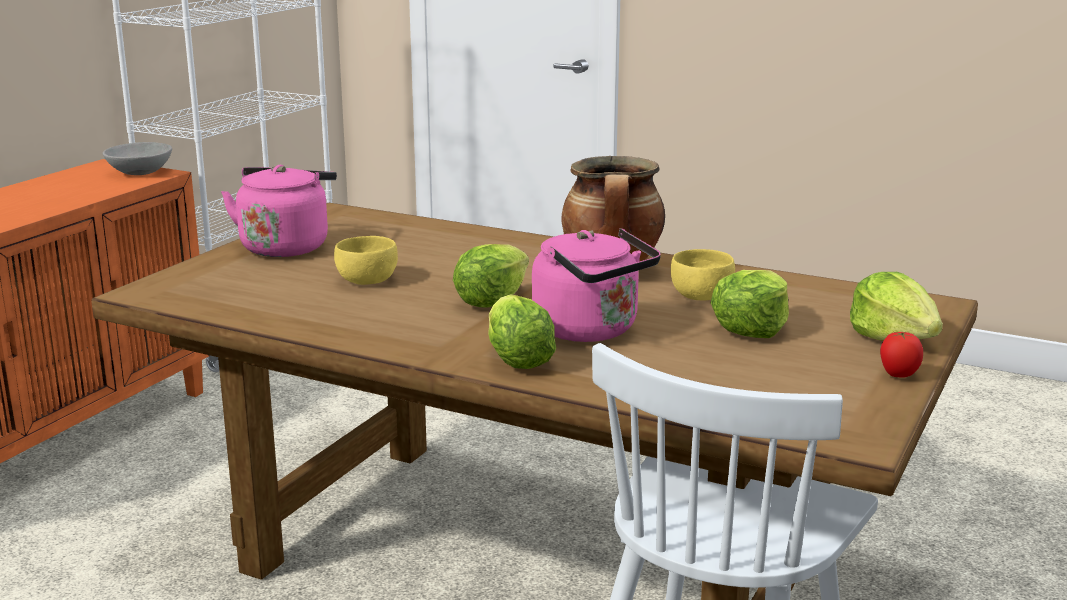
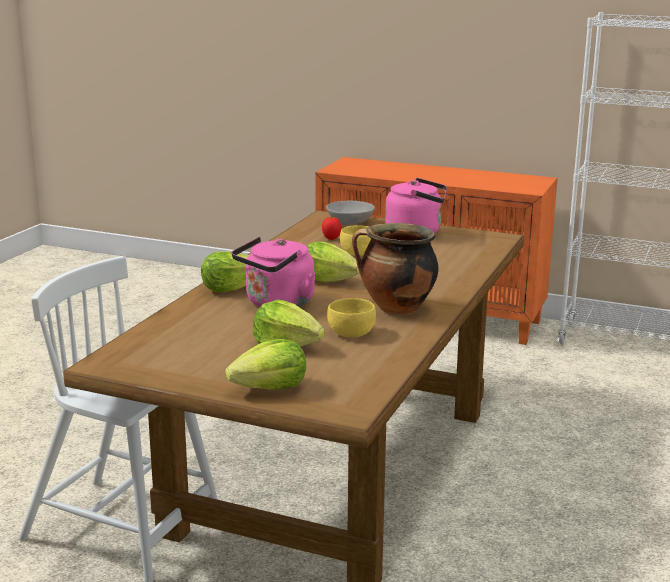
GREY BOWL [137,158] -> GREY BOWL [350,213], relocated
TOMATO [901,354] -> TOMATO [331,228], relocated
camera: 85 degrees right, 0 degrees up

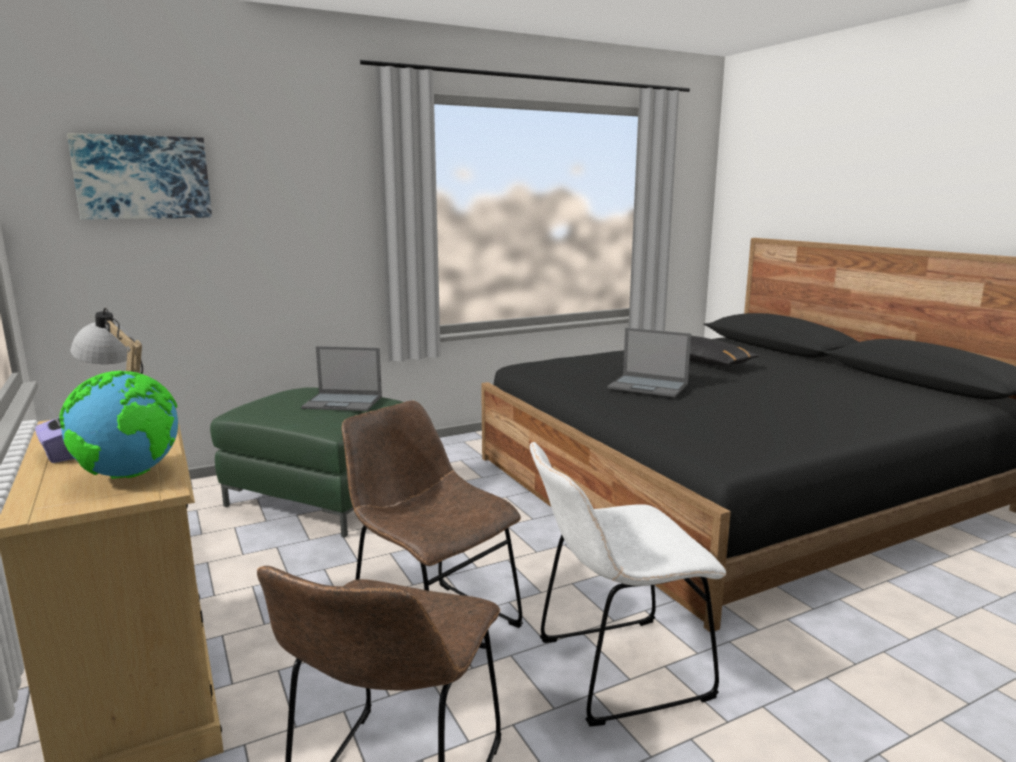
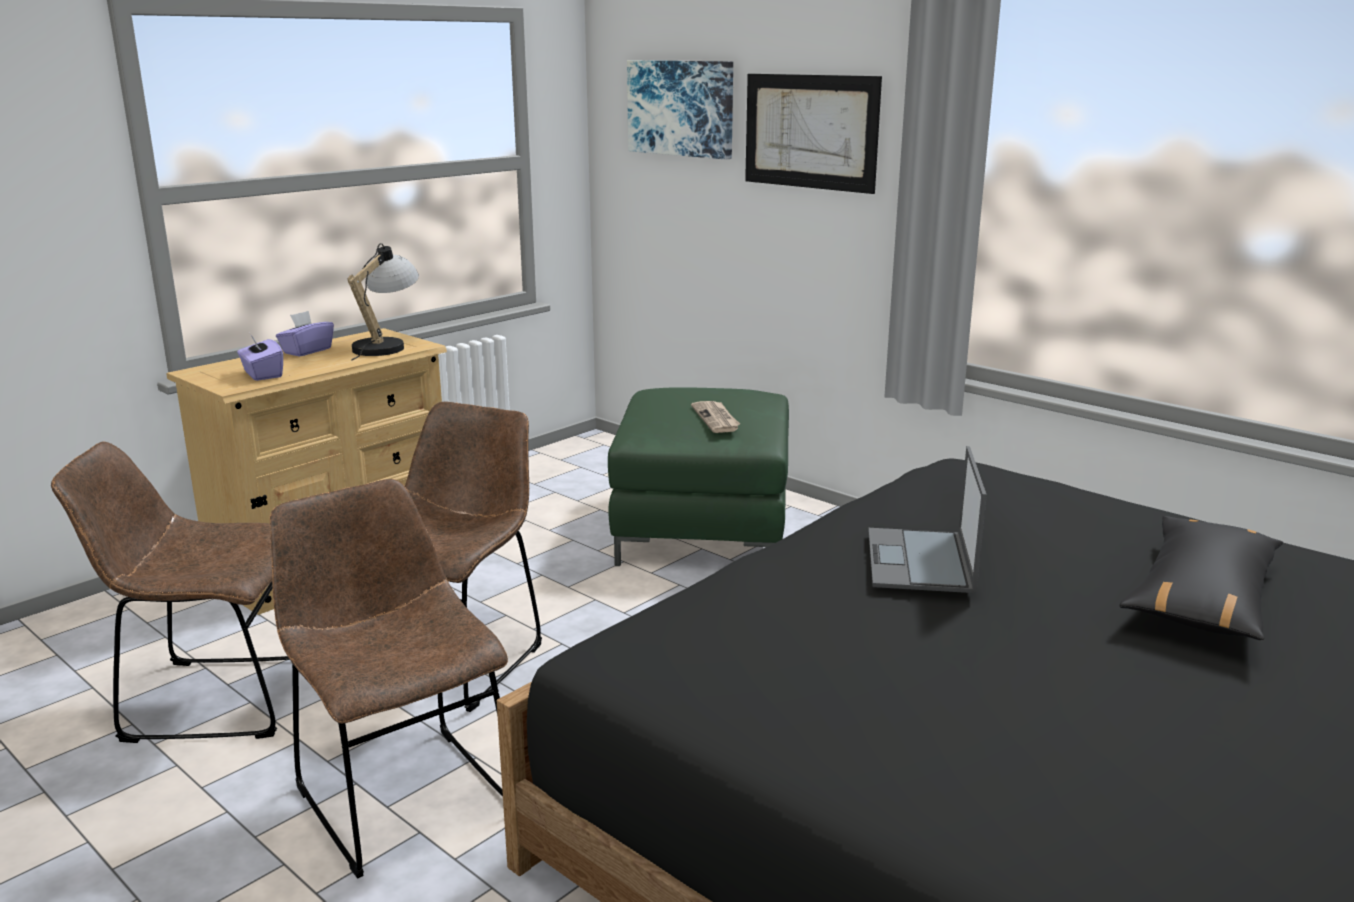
none -> PICTURE [813,134]
GLOBE [118,425] -> PURPLE TISSUE BOX [260,357]
LAPTOP [341,378] -> NEWSPAPER [715,417]
WHITE CHAIR [628,584] -> BROWN CHAIR [388,678]
camera: 70 degrees right, 5 degrees up

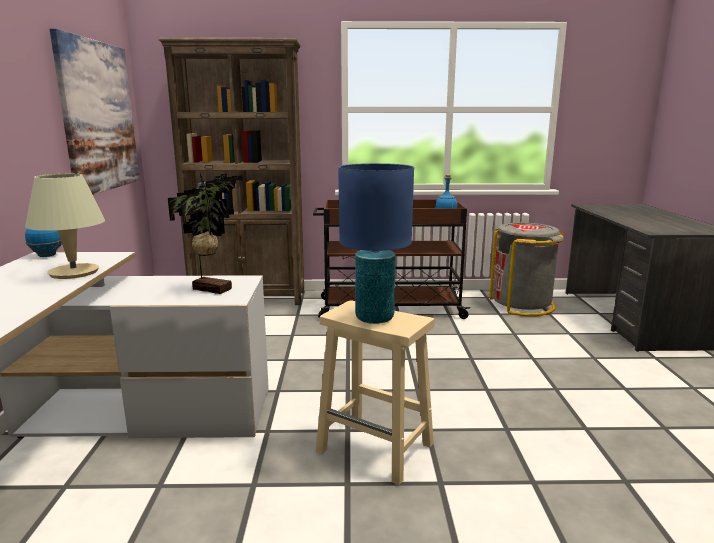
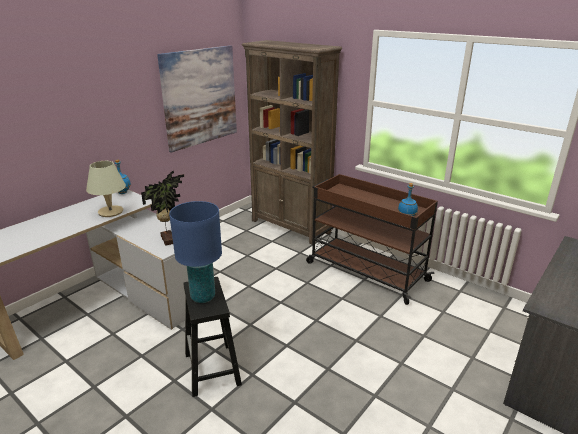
GREY TRASH CAN [527,269] -> none
BEIGE STOOL [375,392] -> BLACK STOOL [212,337]
camera: 40 degrees right, 10 degrees up

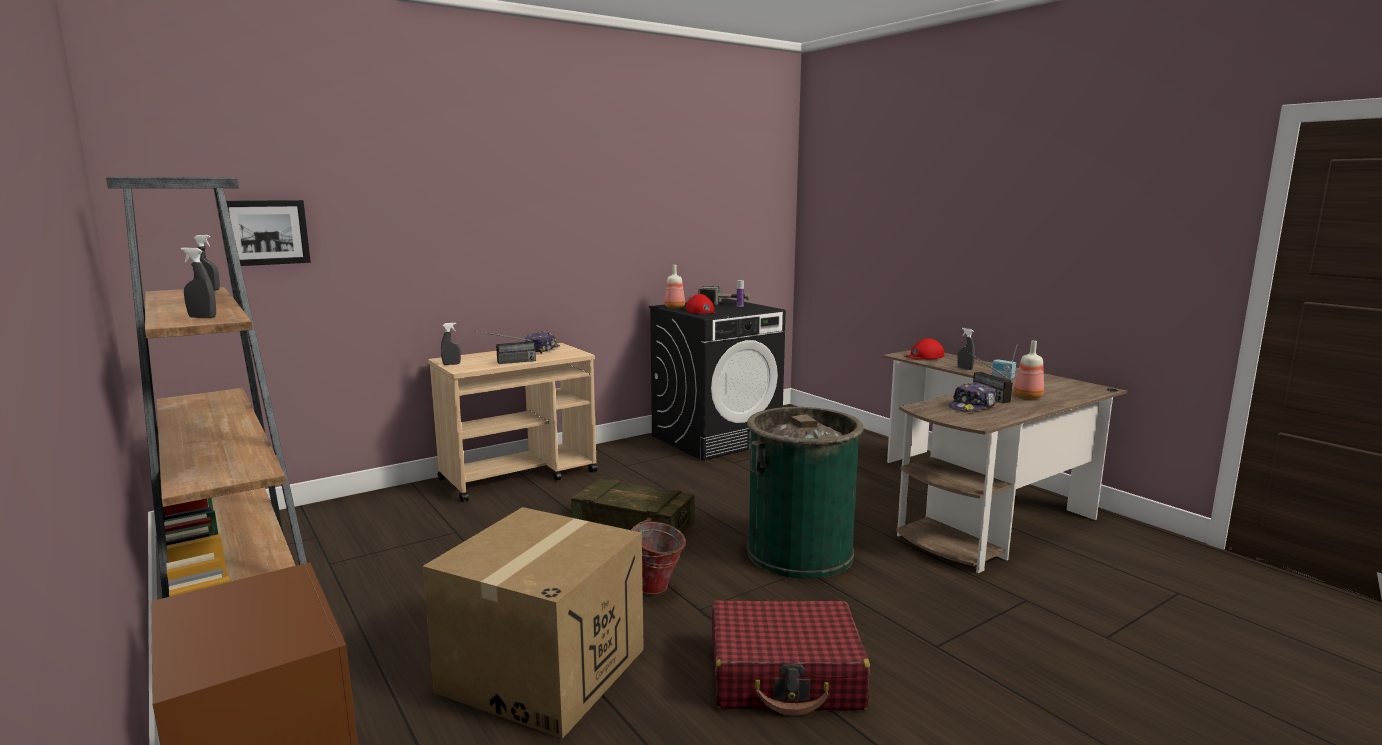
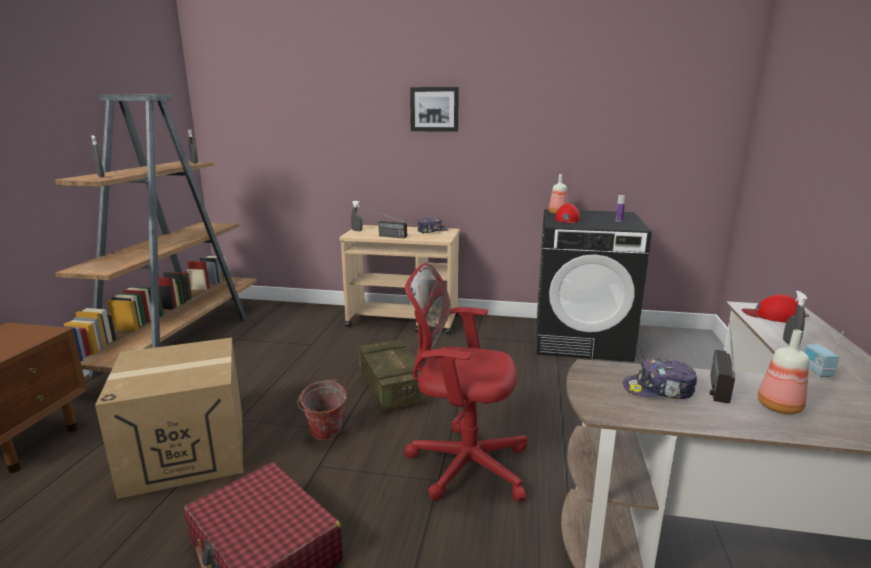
HAMMER [724,295] -> none
PICTURE [268,233] -> PICTURE [434,109], relocated
GREEN TRASH CAN [805,493] -> RED OFFICE CHAIR [465,382]
camera: 45 degrees right, 5 degrees up

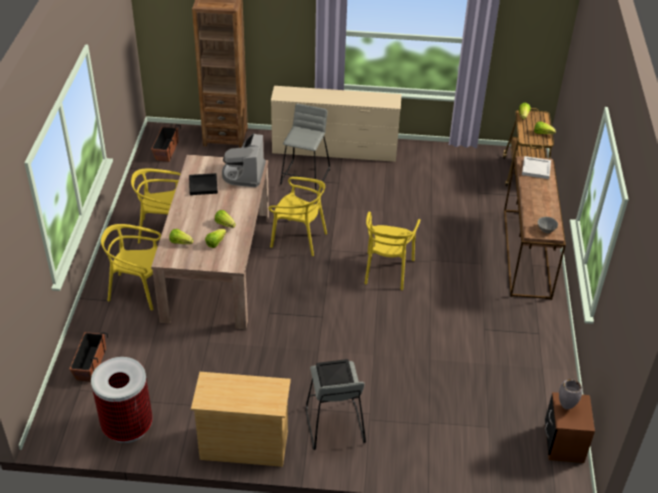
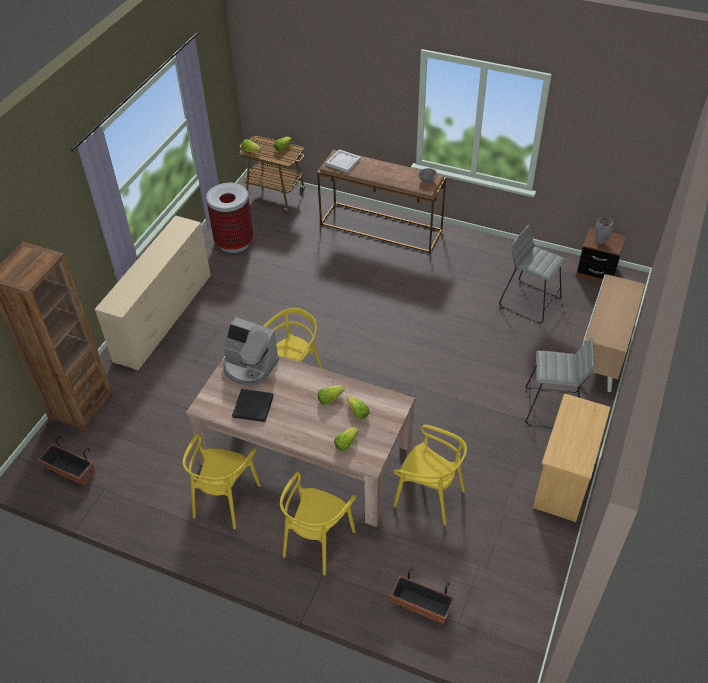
BLACK TRAY [335,373] -> none
none -> CABINET [613,333]
TRASH CAN [122,400] -> TRASH CAN [230,218], relocated
GREY STOOL [305,147] -> GREY STOOL [532,274], relocated
YELLOW CHAIR [392,251] -> YELLOW CHAIR [430,475], relocated
camera: 70 degrees left, 5 degrees up

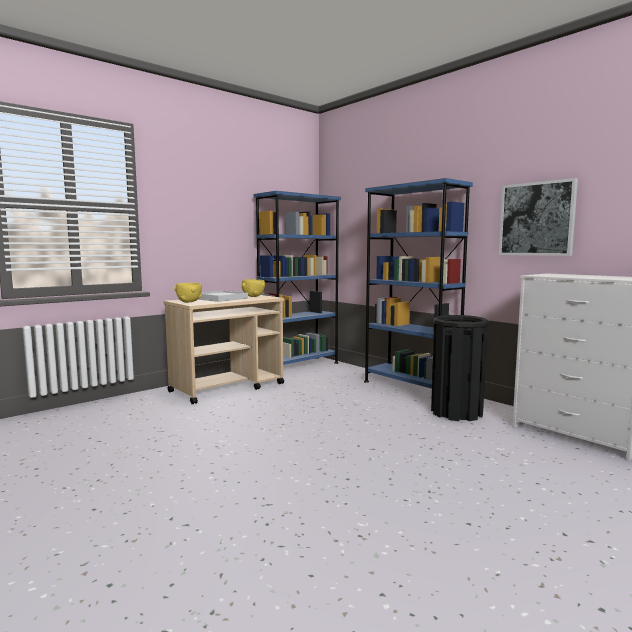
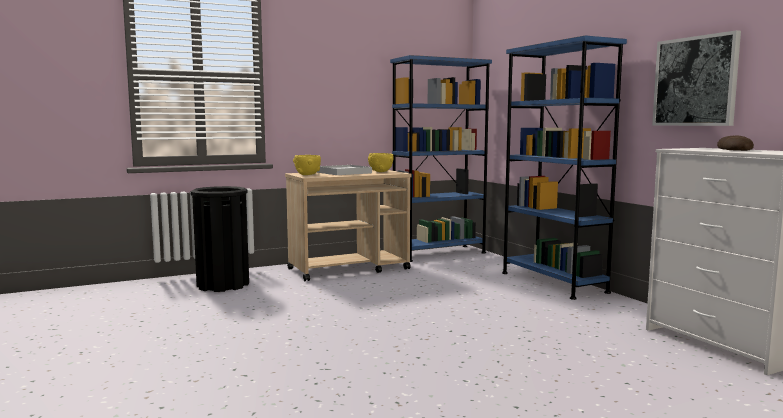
none -> BREAD [735,143]
BLACK TRASH CAN [460,368] -> BLACK TRASH CAN [219,239], relocated
camera: 15 degrees right, 0 degrees up

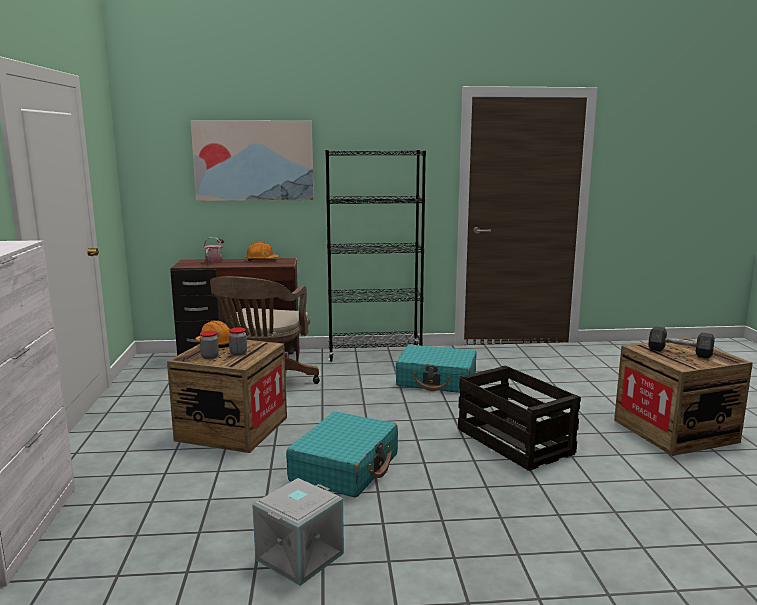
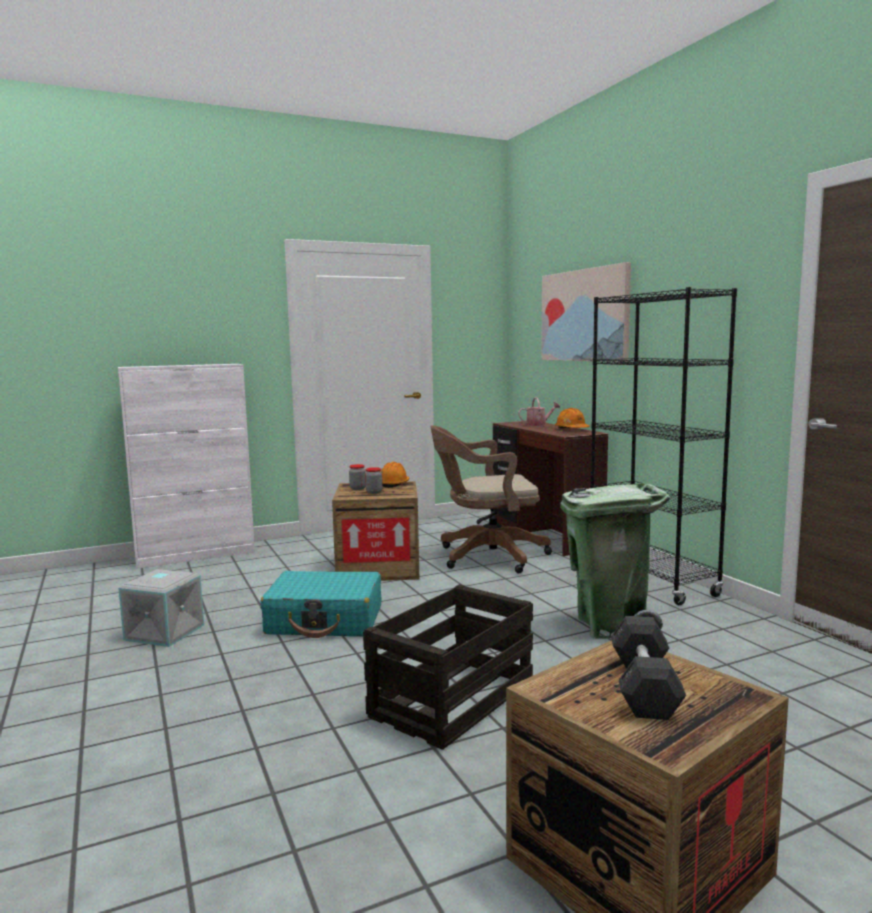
TURQUOISE SUITCASE [436,368] -> GREEN TRASH CAN [615,561]
camera: 70 degrees right, 5 degrees down

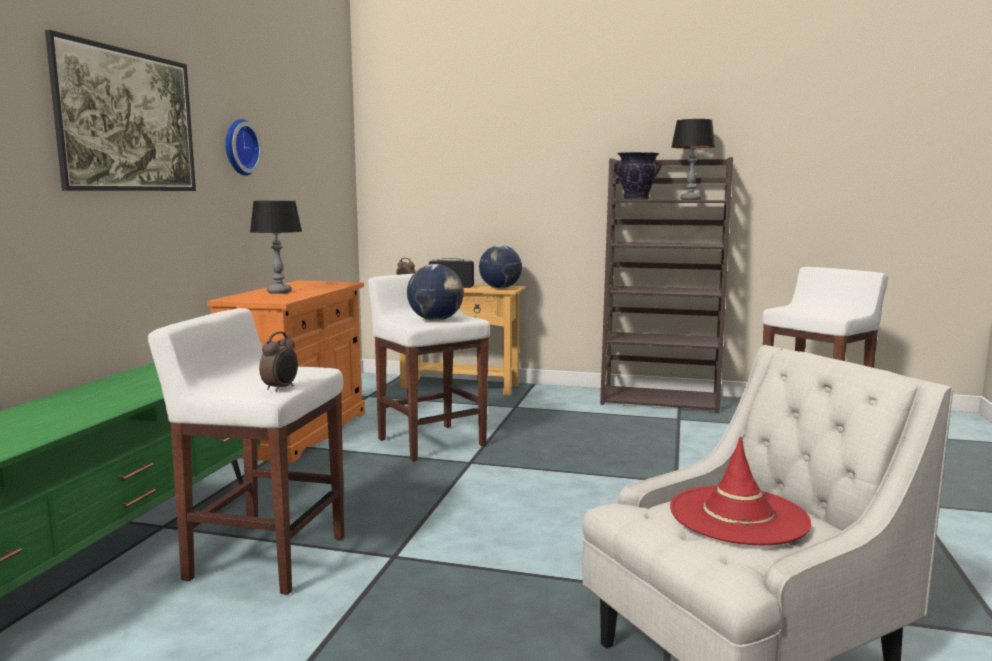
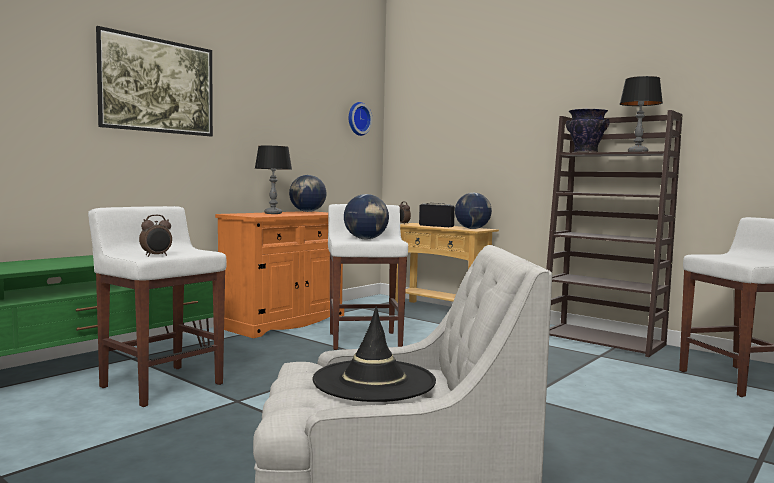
none -> GLOBE [308,193]
WALL CLOCK [243,147] -> WALL CLOCK [360,119], relocated
RED HAT [740,490] -> BLACK HAT [374,354]
camera: 25 degrees right, 5 degrees down

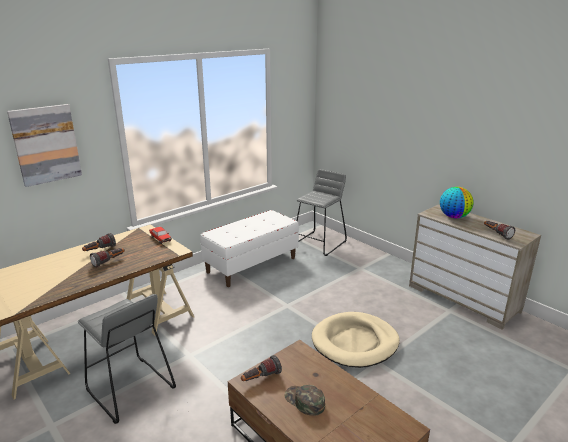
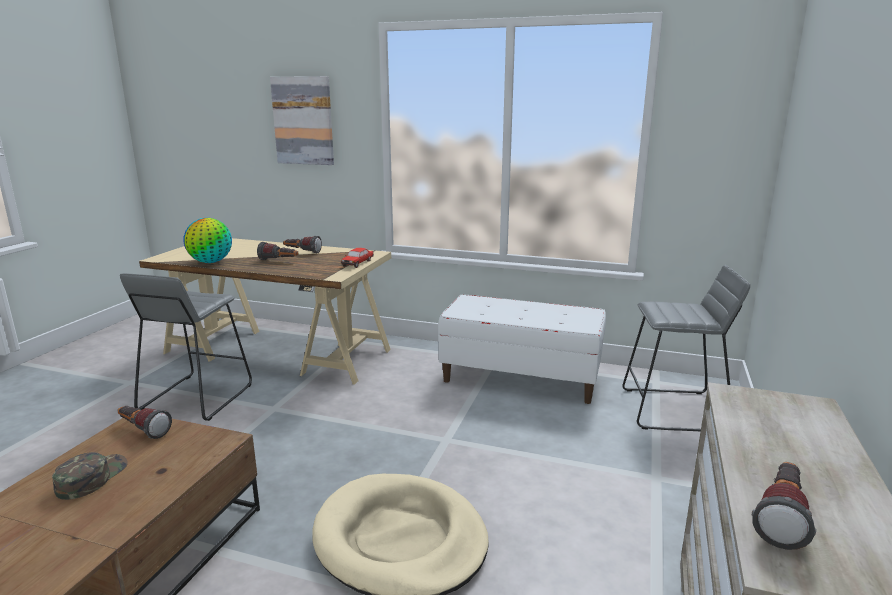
GLOBE [457,202] -> GLOBE [208,240], relocated
camera: 60 degrees right, 5 degrees down

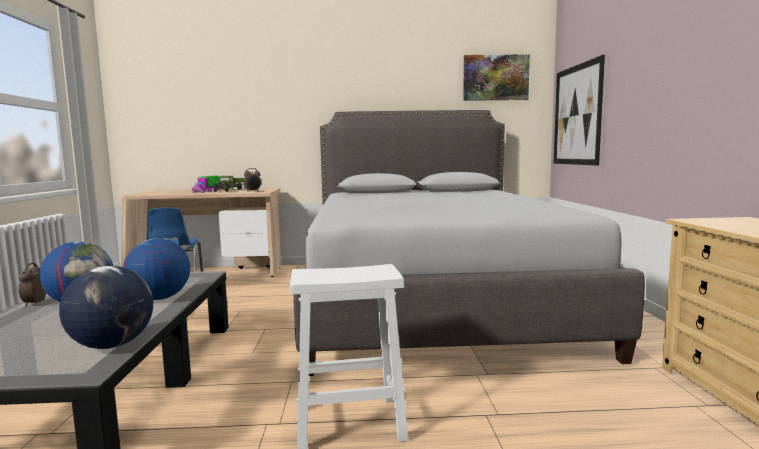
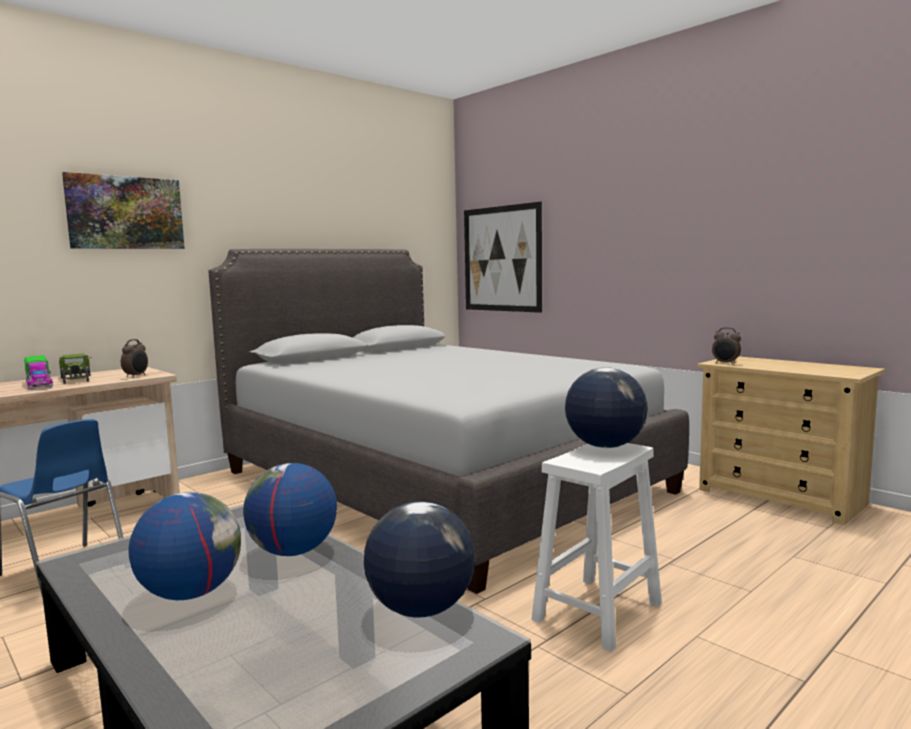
none -> GLOBE [606,407]
ALARM CLOCK [32,285] -> ALARM CLOCK [726,346], relocated
PICTURE [496,78] -> PICTURE [123,210], relocated
camera: 40 degrees left, 0 degrees up

